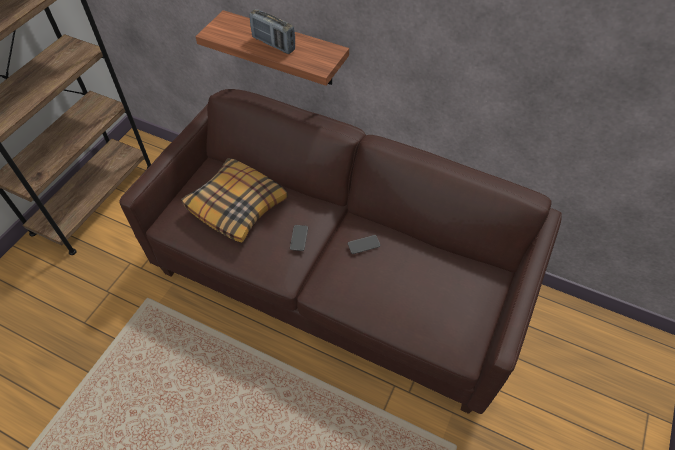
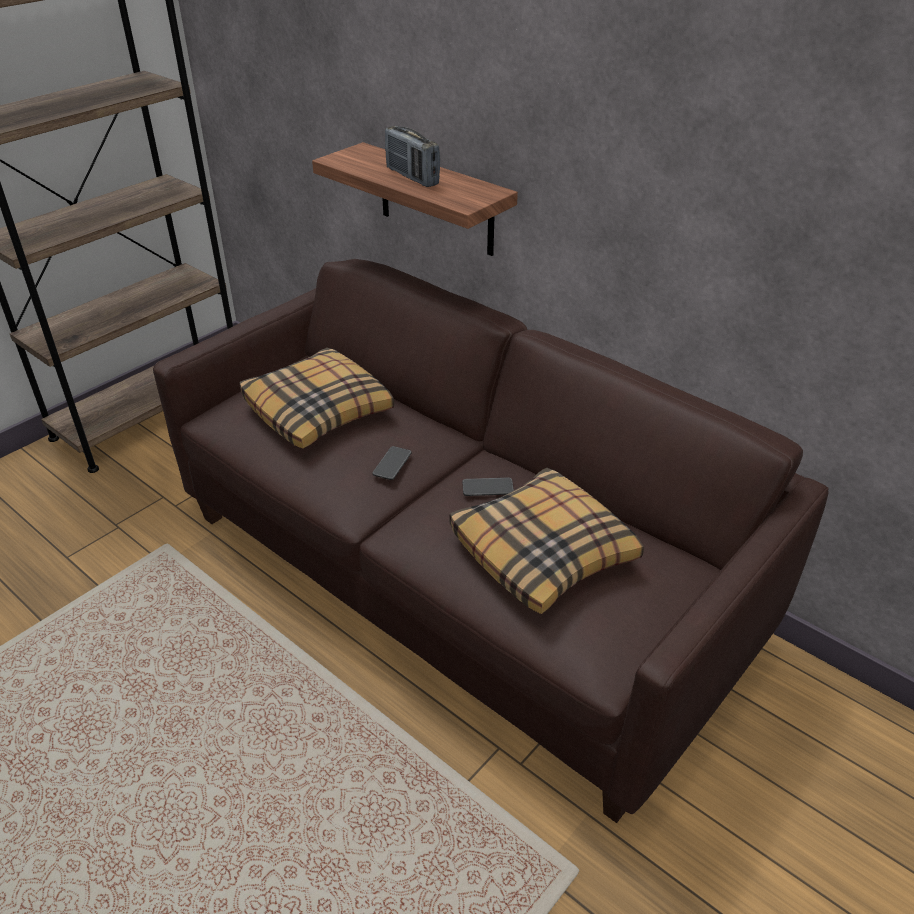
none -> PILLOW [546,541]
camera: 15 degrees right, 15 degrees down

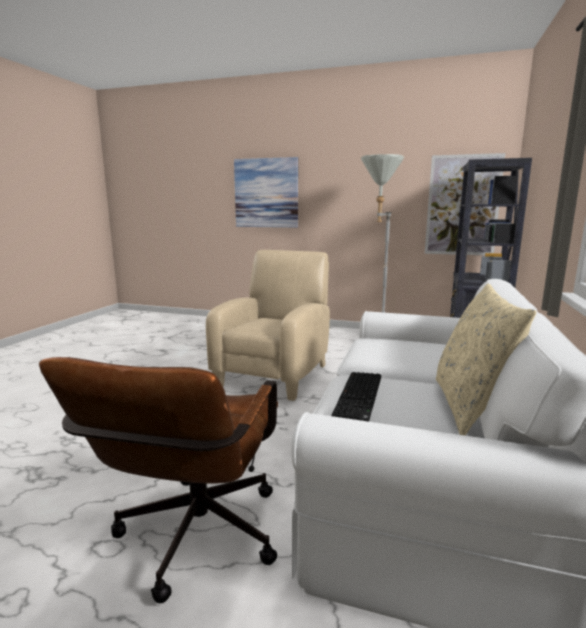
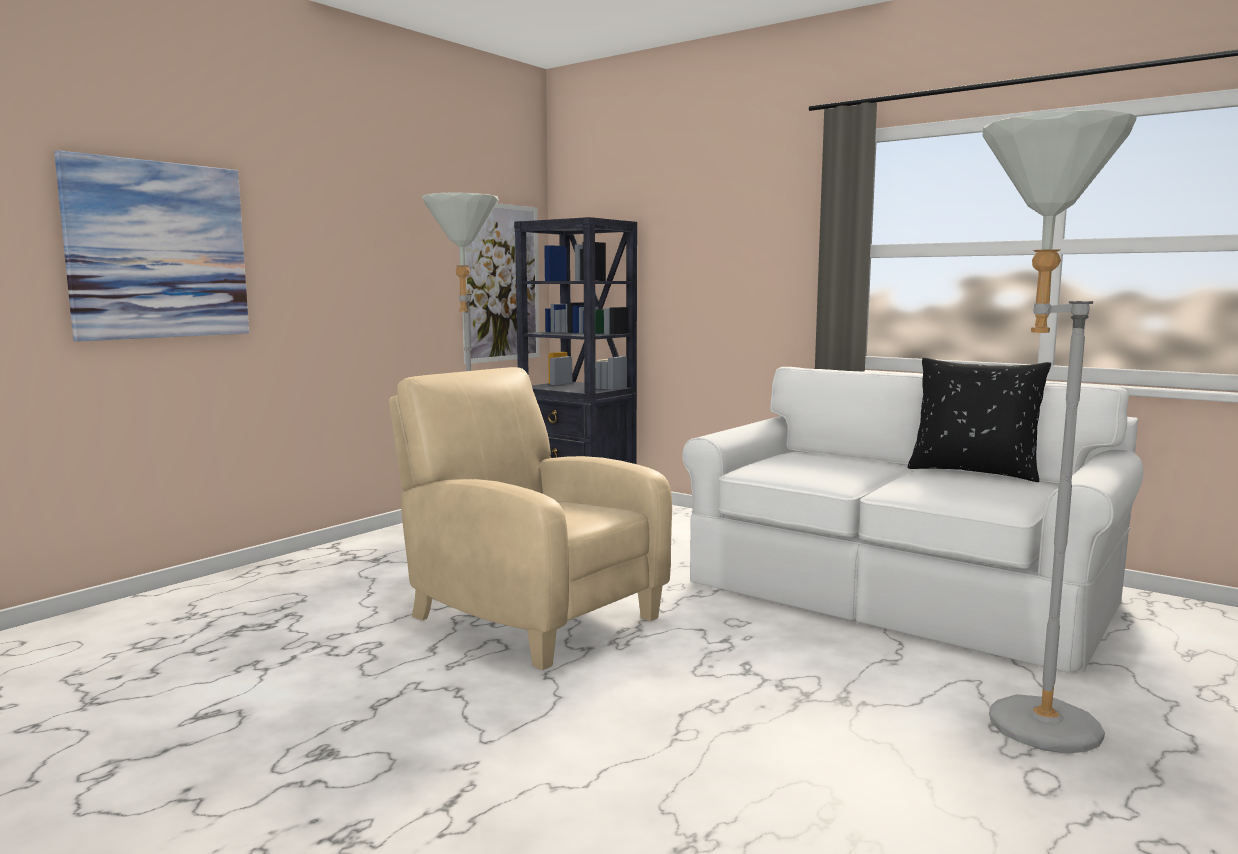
KEYBOARD [356,397] -> none
BROWN OFFICE CHAIR [158,480] -> GREY FLOOR LAMP [1059,432]
BEIGE PILLOW [486,359] -> BLACK PILLOW [979,420]
camera: 70 degrees left, 5 degrees down

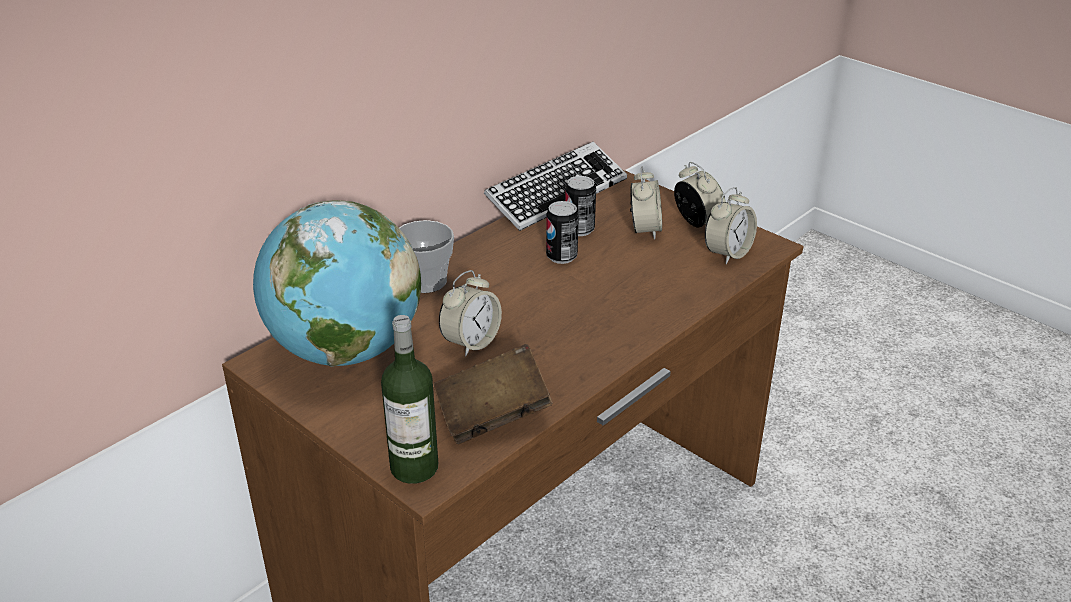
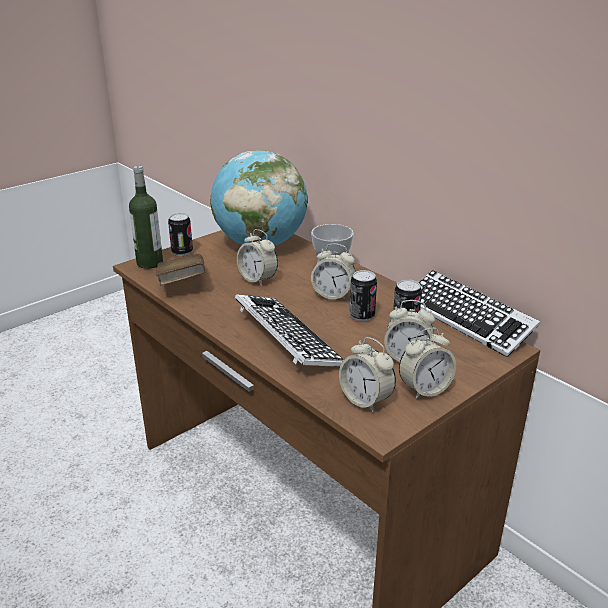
none -> CAN [180,234]
none -> KEYBOARD [289,330]
none -> ALARM CLOCK [333,272]
camera: 95 degrees right, 5 degrees down

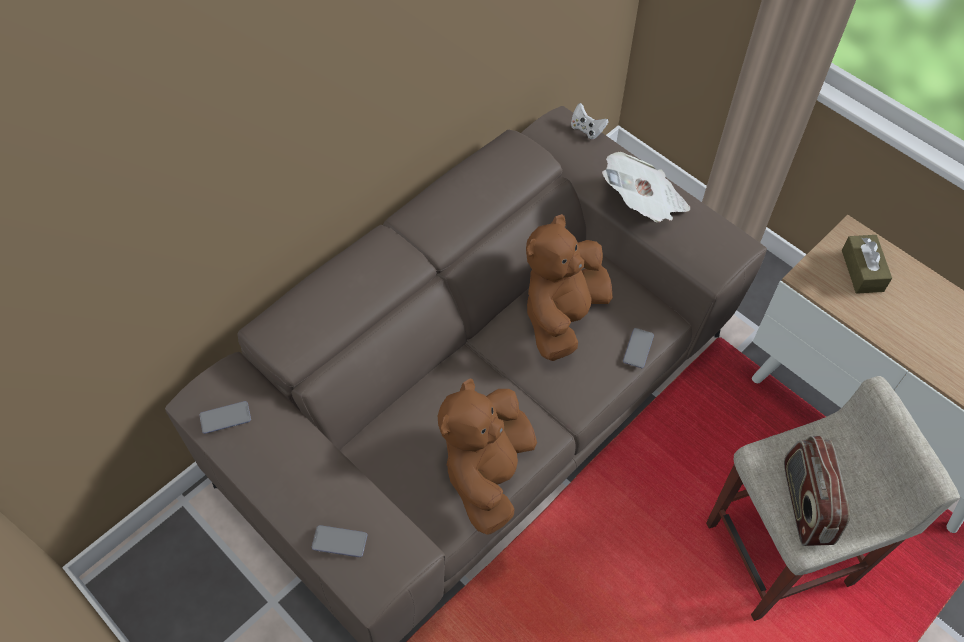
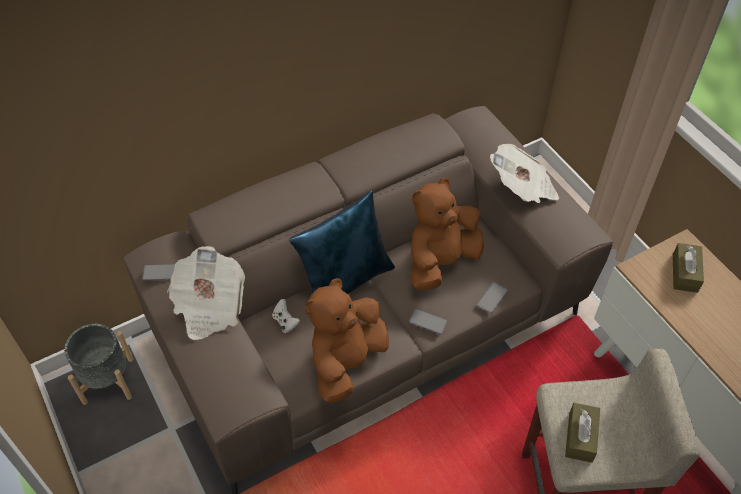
none -> GREY PLANTER [98,364]
none -> NEWSPAPER [206,293]
none -> BLUE PILLOW [342,242]
PHONE [340,541] -> PHONE [428,321], relocated
WHITE GAME CONTROLLER [589,121] -> WHITE GAME CONTROLLER [286,316], relocated
RADIO [817,491] -> BROWN TISSUE BOX [582,433]
camera: 15 degrees right, 5 degrees down

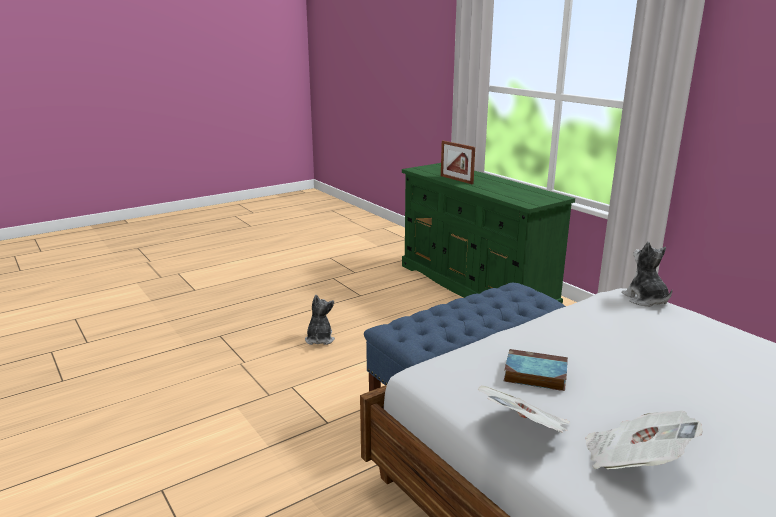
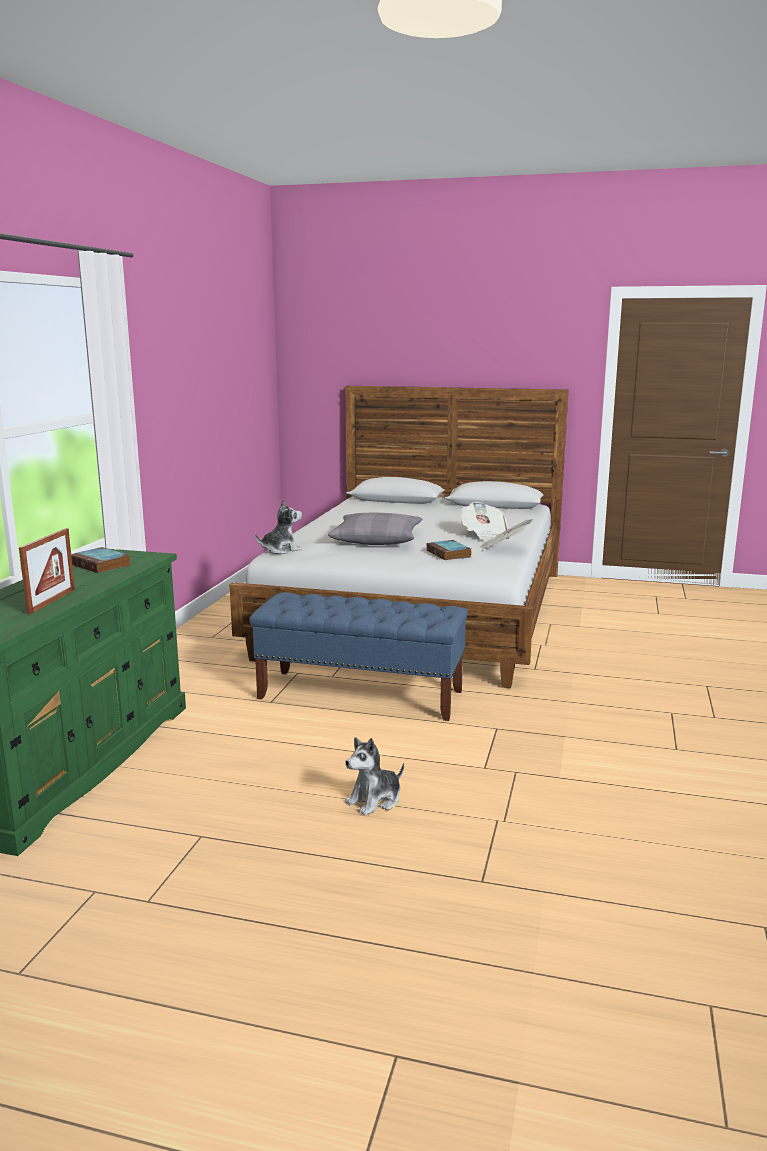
none -> BOOK [101,560]
none -> GREY PILLOW [375,529]
PLUSH TOY [647,274] -> PLUSH TOY [278,527], 150 degrees counterclockwise
camera: 130 degrees left, 5 degrees down

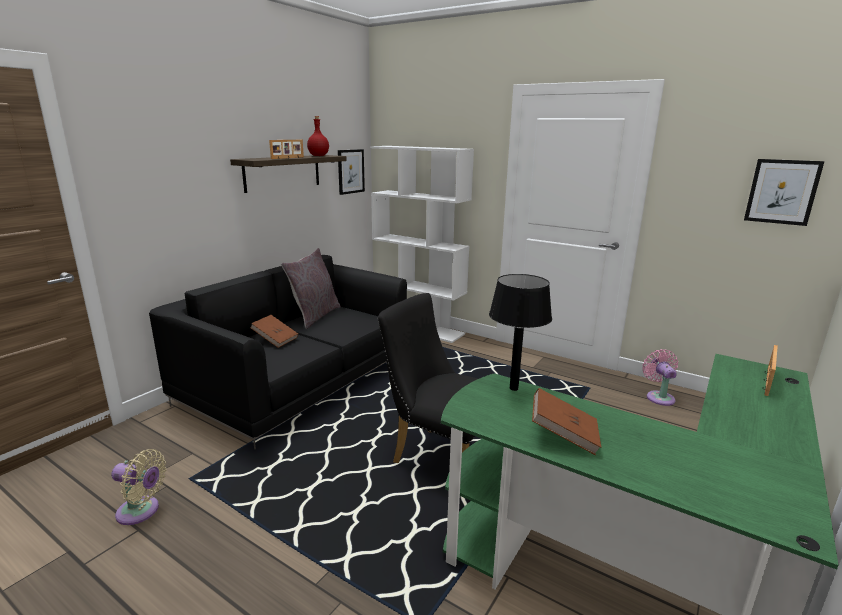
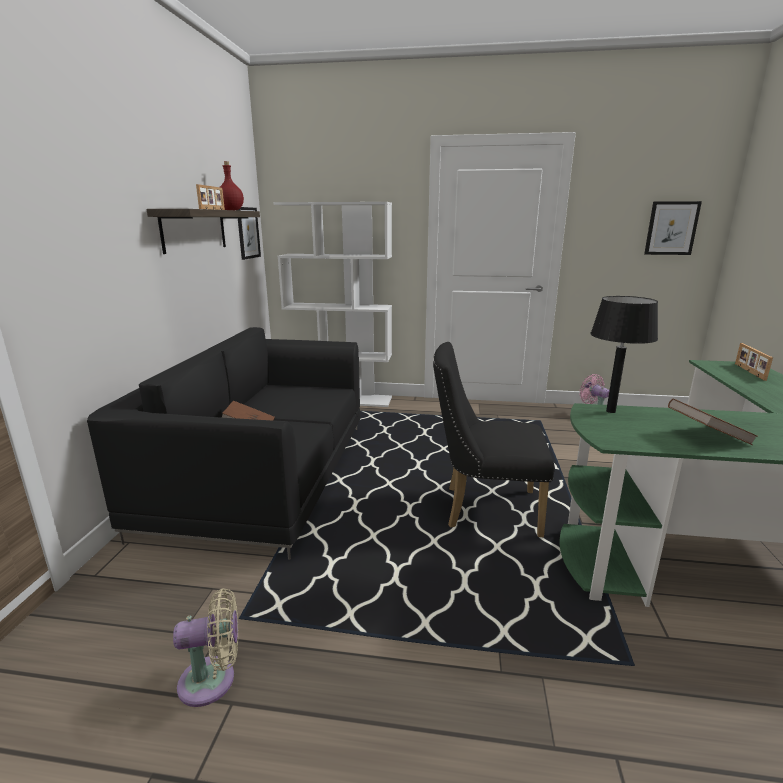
GREY PILLOW [311,288] -> none
camera: 25 degrees left, 0 degrees up

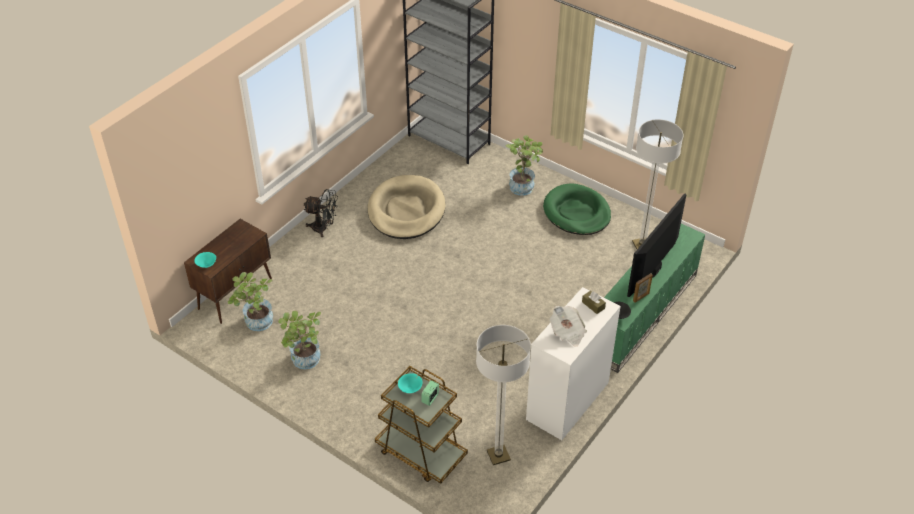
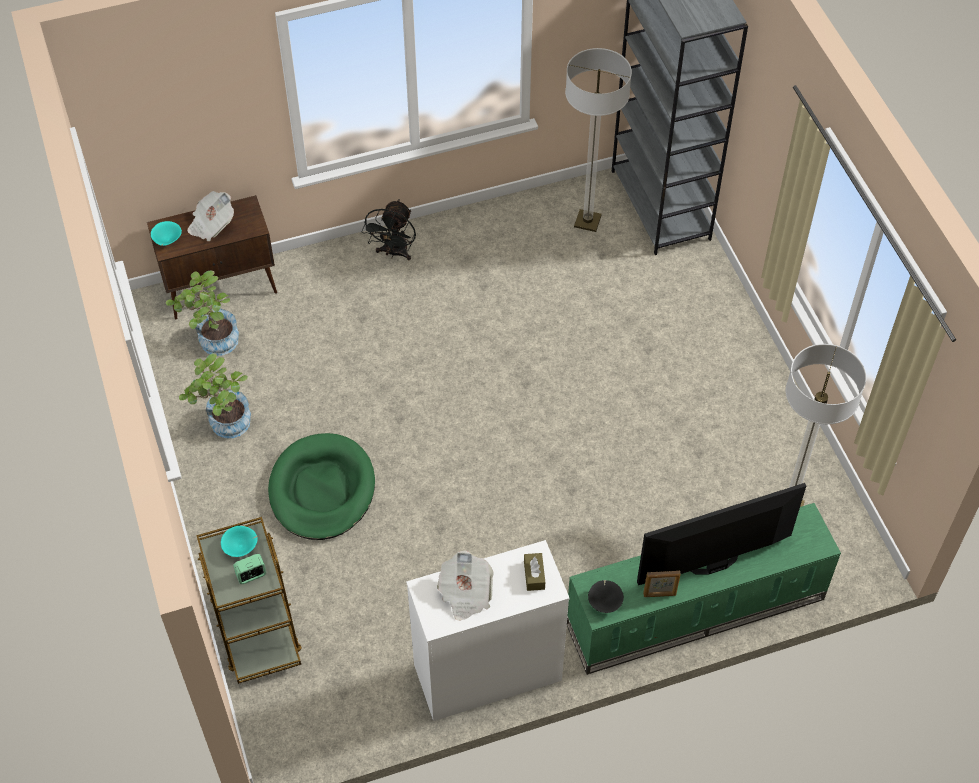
BEIGE DOG BED [407,207] -> none
POTTED PLANT [524,165] -> none
none -> NEWSPAPER [210,216]
FLOOR LAMP [503,395] -> FLOOR LAMP [598,140], relocated
GREEN DOG BED [577,209] -> GREEN DOG BED [321,486], relocated
BLACK FAN [320,213] -> BLACK FAN [388,229], 60 degrees clockwise
camera: 35 degrees right, 10 degrees up

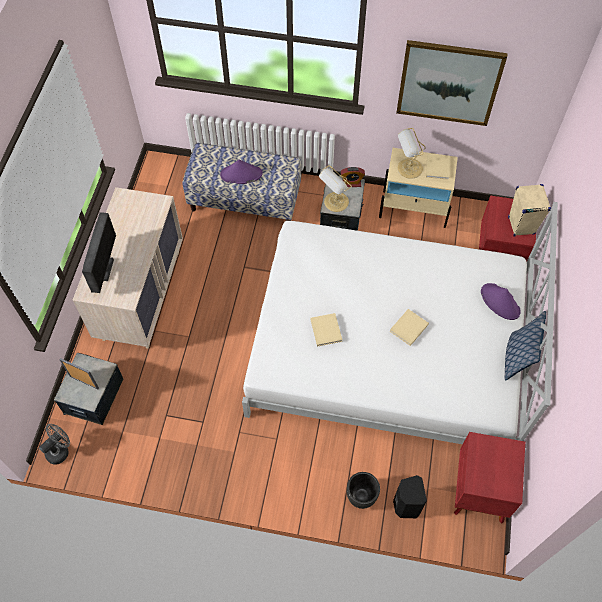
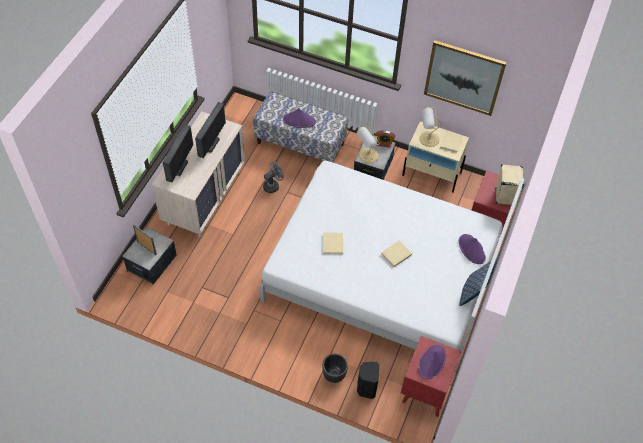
none -> MONITOR [210,130]
none -> PURPLE HAT [432,362]
GREY FAN [54,444] -> GREY FAN [273,177], relocated
camera: 10 degrees right, 5 degrees down

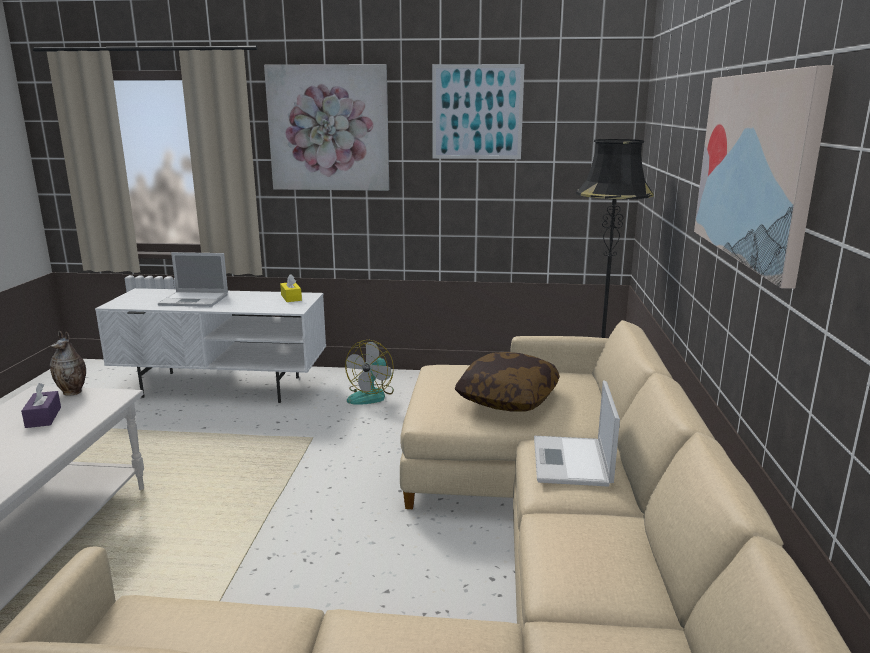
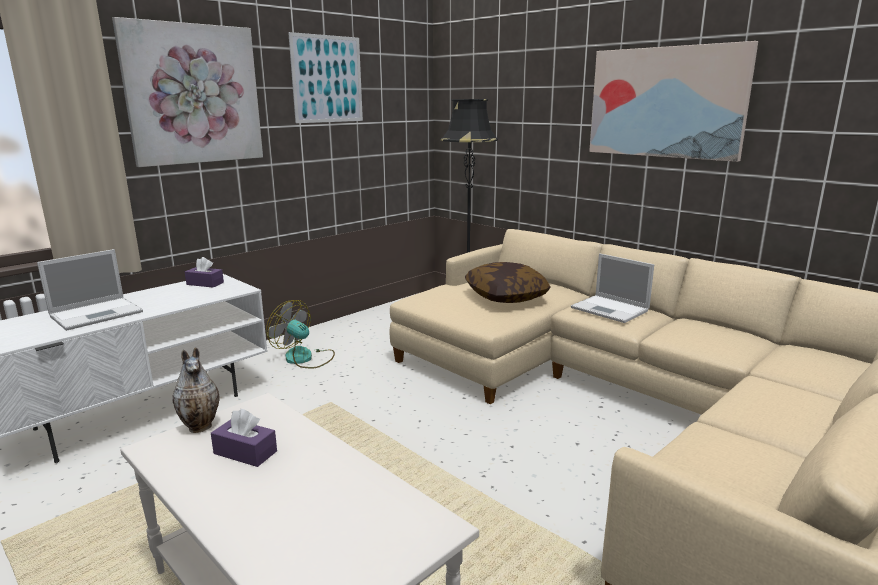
YELLOW TISSUE BOX [291,288] -> PURPLE TISSUE BOX [204,272]
FAN [369,372] -> FAN [300,334], 150 degrees clockwise
camera: 50 degrees left, 0 degrees up

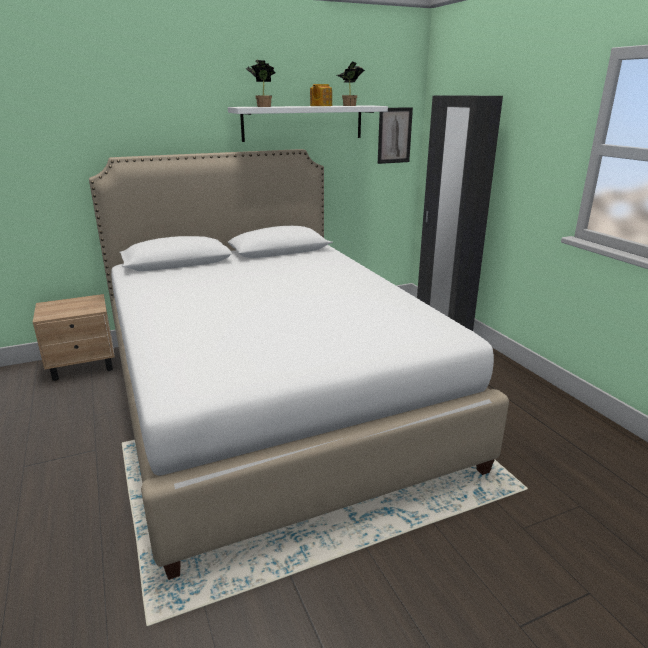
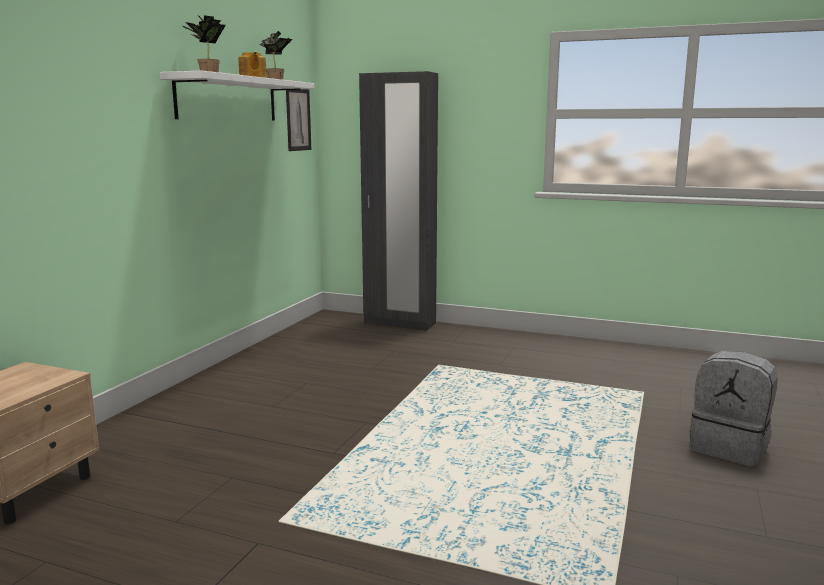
WHITE BED [299,364] -> none
none -> GREY BACKPACK [733,409]
camera: 45 degrees left, 10 degrees down

